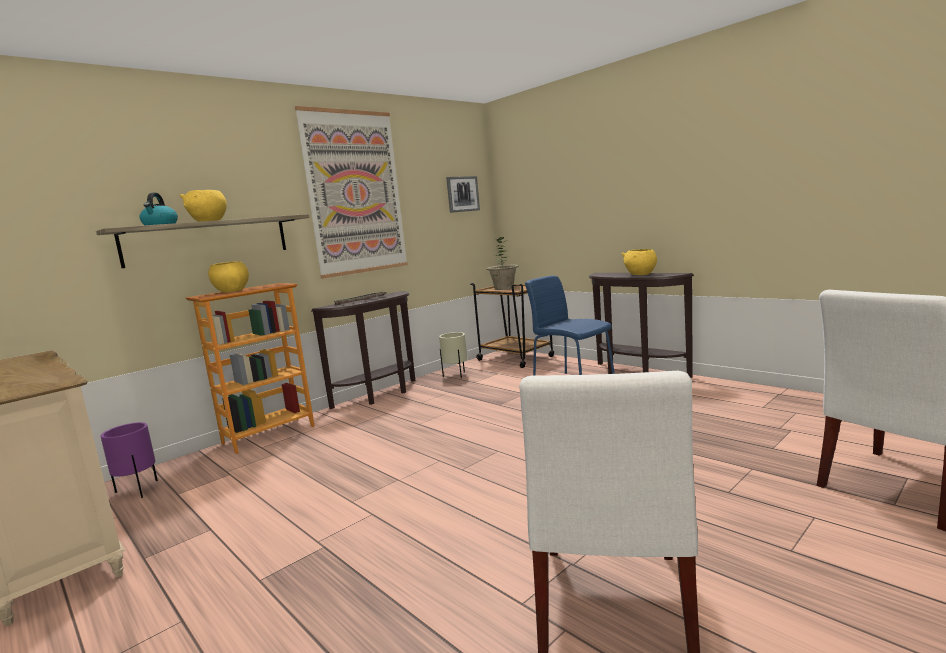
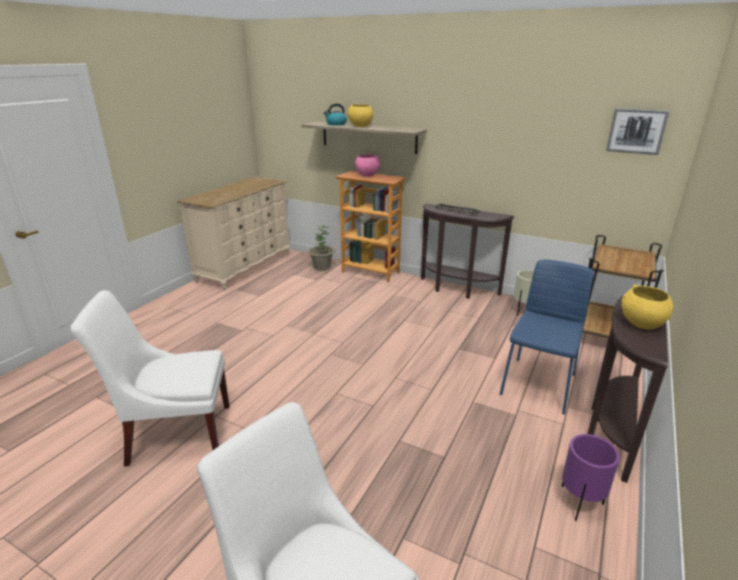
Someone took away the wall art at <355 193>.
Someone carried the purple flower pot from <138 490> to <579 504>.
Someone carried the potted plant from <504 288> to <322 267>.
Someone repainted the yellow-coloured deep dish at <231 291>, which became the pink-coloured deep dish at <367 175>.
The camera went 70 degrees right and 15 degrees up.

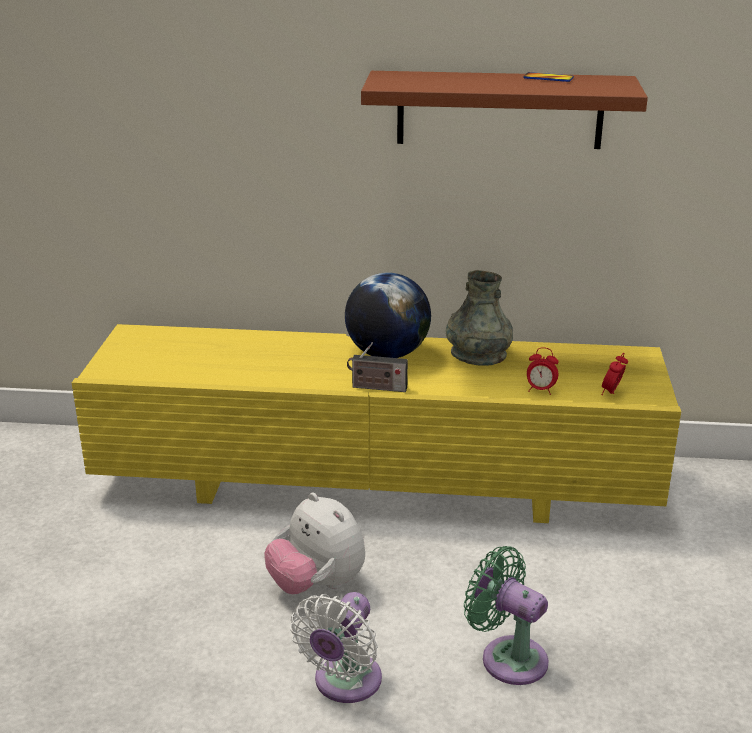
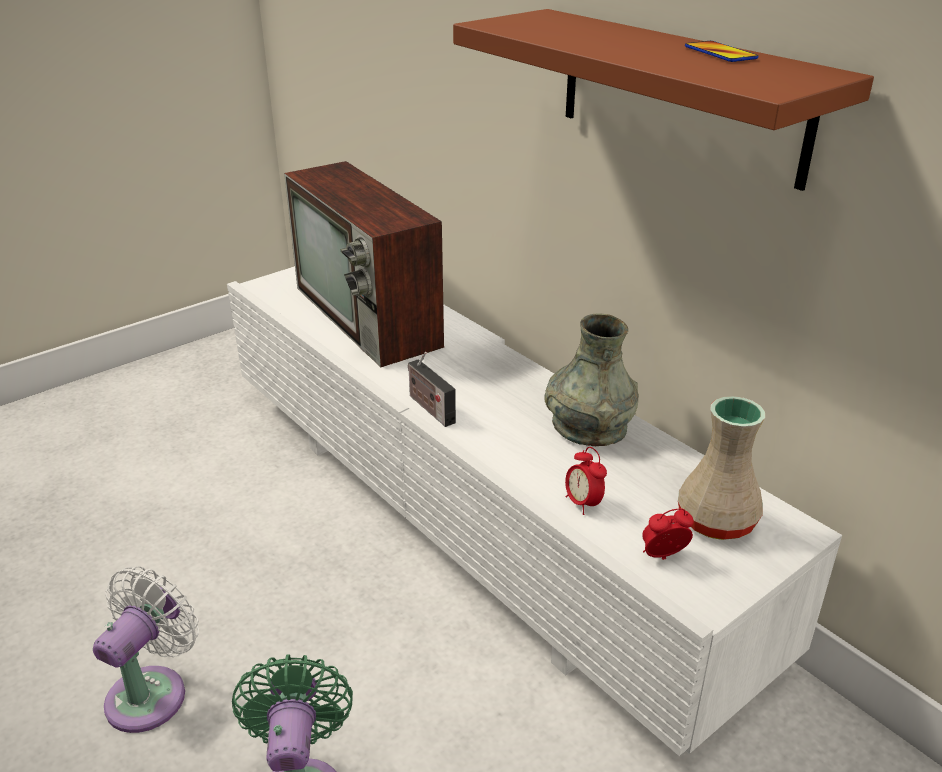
Someone took away the soft toy at <317 584>.
Someone took away the globe at <387 354>.
Someone put down the TV at <369 317>.
Someone put down the sand-coloured decorative vase at <714 521>.
Someone repainted the yellow-coloured tv unit at <376 480>, which became the whitish tv unit at <472 515>.
Someone rotated the whitish fan at <344 683> by 135 degrees clockwise.
The camera went 45 degrees right and 5 degrees up.

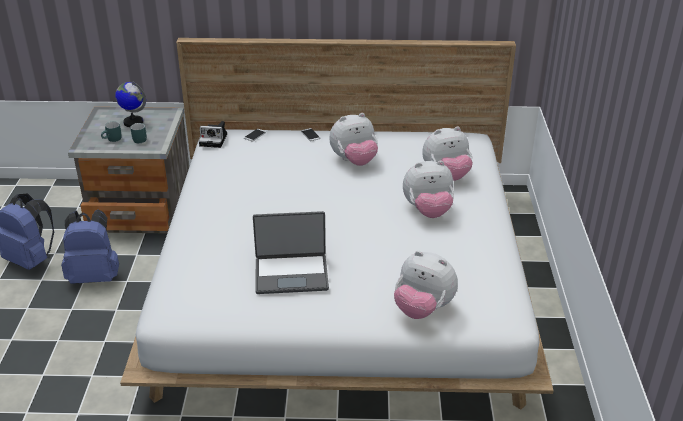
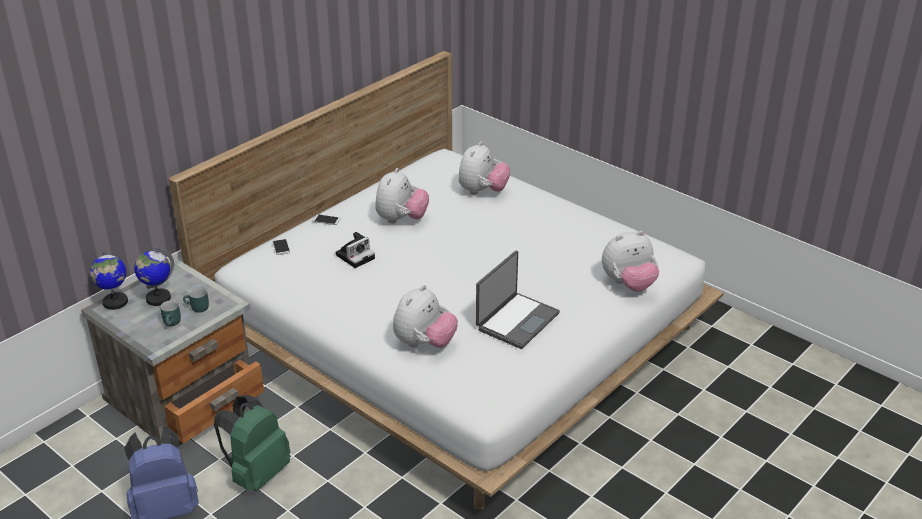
Someone put down the globe at <115 302>.
Someone carried the still camera from <214 140> to <356 256>.
Someone carried the soft toy from <428 211> to <424 343>.
Someone repainted the bluish rucksack at <95 276>, which became the green rucksack at <256 473>.
The camera went 50 degrees left and 0 degrees up.

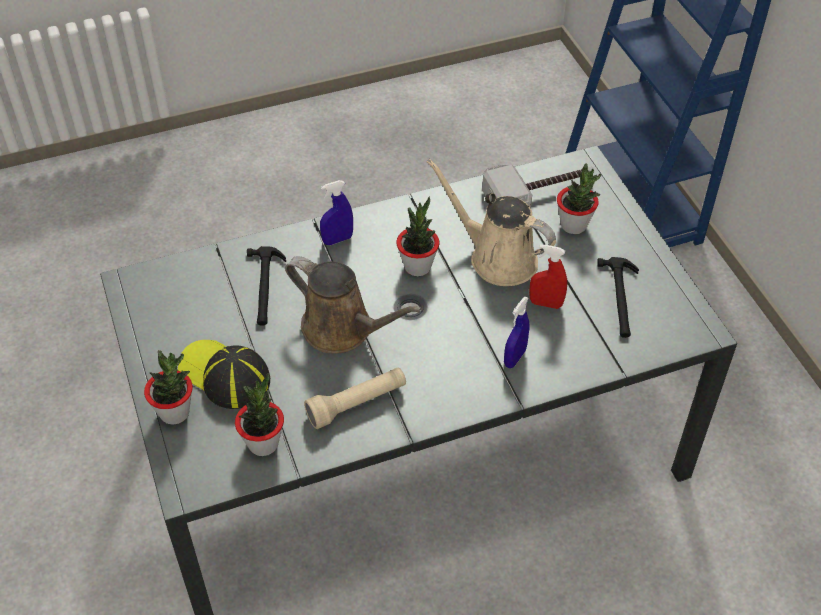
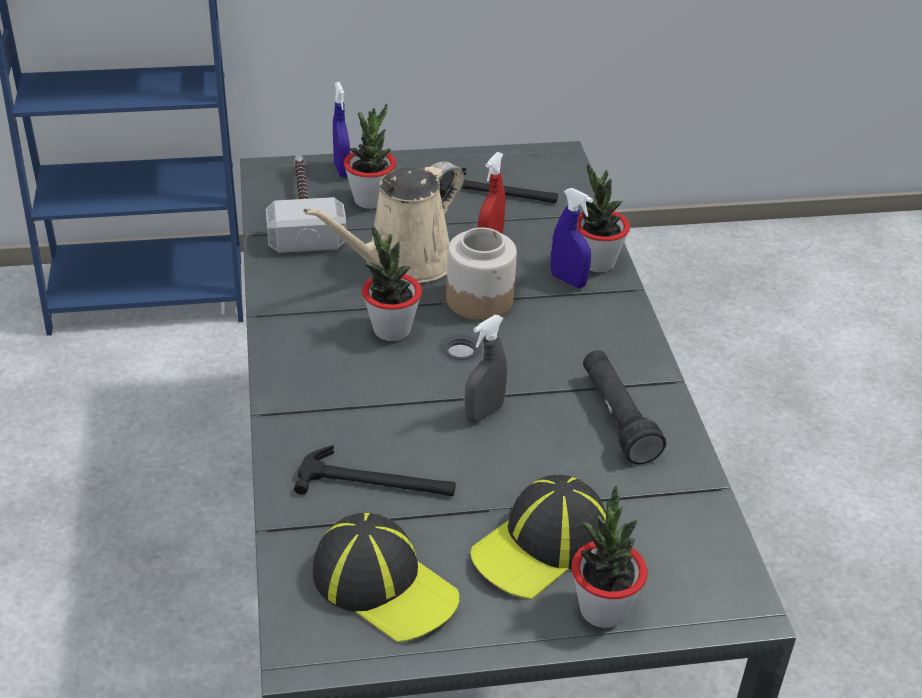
Someone put down the peaked cap at <384 585>.
Someone put down the storage jar at <480 299>.
Someone carried the potted plant from <263 443> to <597 262>.
Someone carried the bluish hand sprayer from <337 240> to <342 170>.
Someone swapped the brown-coloured watering can at <343 329> for the greyish hand sprayer at <484 413>.
Someone repainted the sand-coloured flashlight at <357 404>, which became the black flashlight at <617 418>.
The camera went 80 degrees left and 10 degrees down.

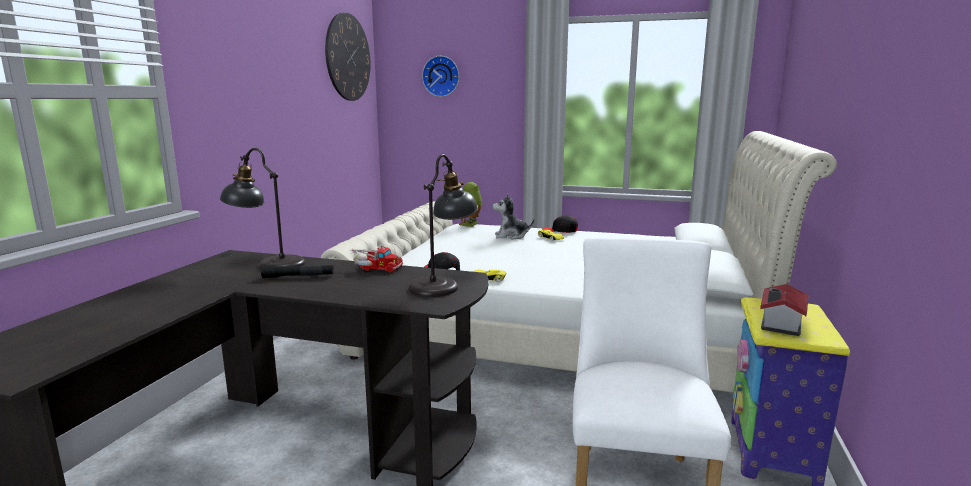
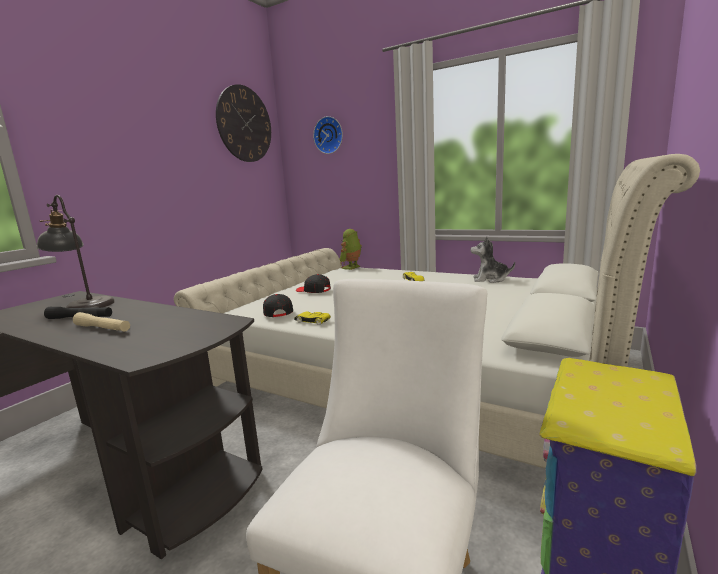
Someone took away the toy truck at <375 267>.
Someone took away the greyish tabletop lamp at <443 281>.
Someone took away the model house at <779 324>.
Someone put down the sand-coloured flashlight at <103 328>.
Someone carried the soft toy from <511 236> to <490 279>.
Someone carried the black peaked cap from <560 231> to <313 291>.
The camera went 15 degrees right and 0 degrees up.

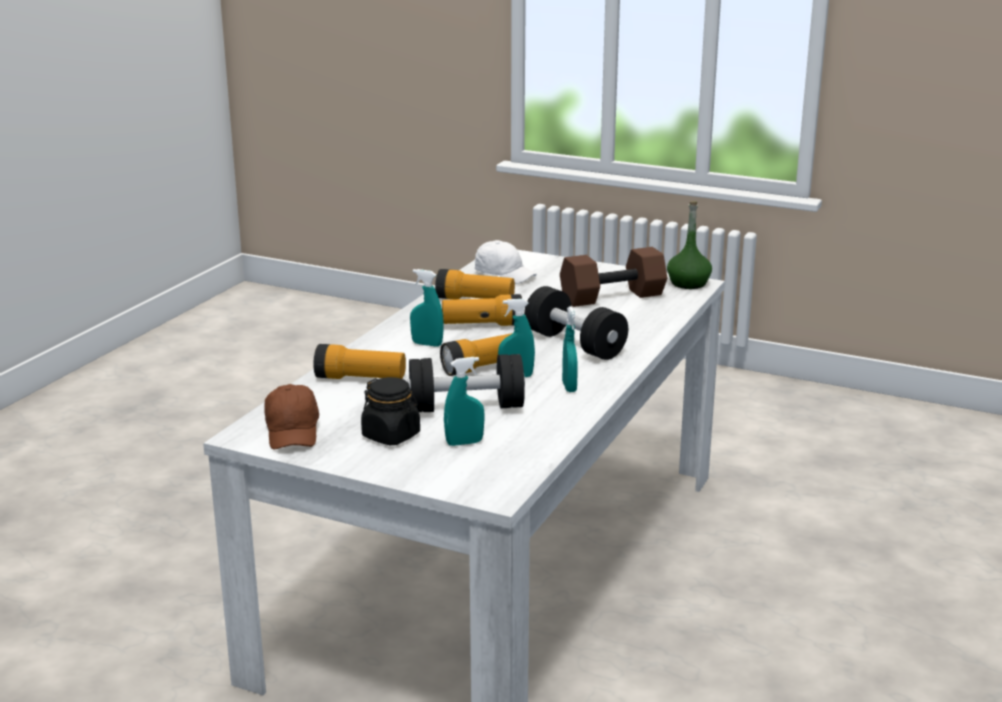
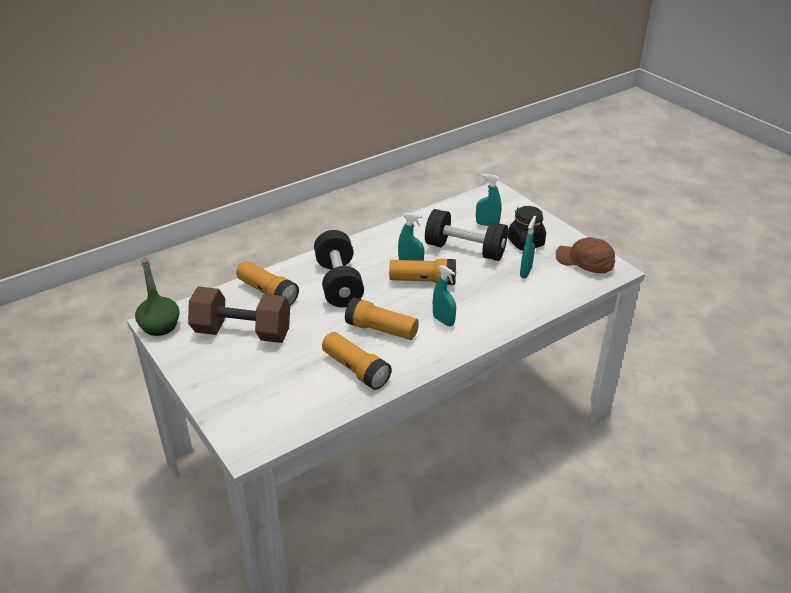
Someone took away the whitish peaked cap at <504 274>.
Someone carried the flashlight from <360 378> to <267 292>.
Someone carried the turquoise hand sprayer from <569 387> to <525 272>.
Someone rotated the brown-coloured peaked cap at <293 432> by 75 degrees counterclockwise.
The camera went 150 degrees left and 15 degrees up.

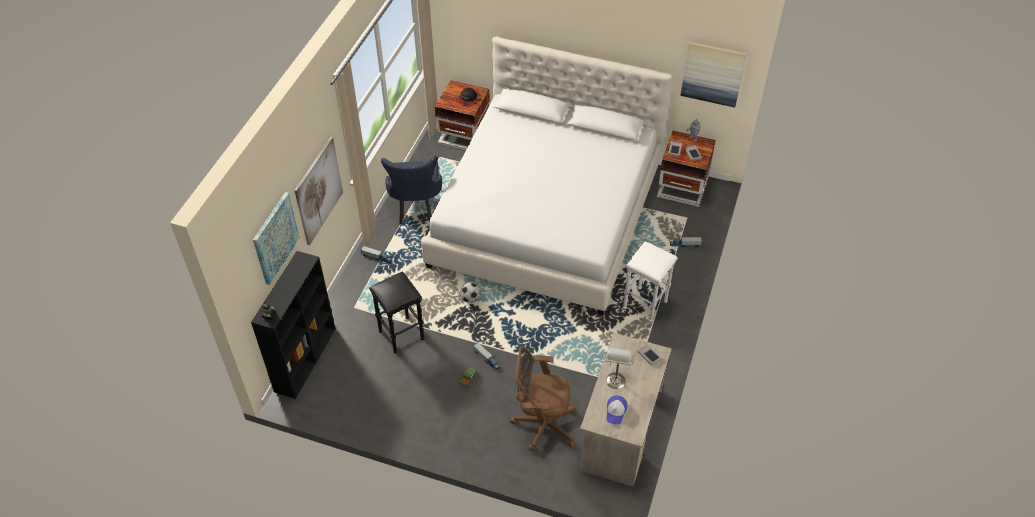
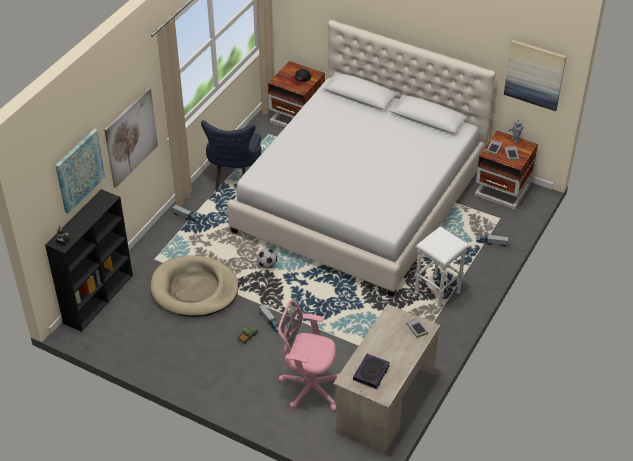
Someone took away the whitish tabletop lamp at <615 377>.
Someone swapped the black stool seat at <402 335> for the sand-coloured dog cushion at <194 289>.
Someone swapped the peaked cap at <616 411> for the volume at <371 373>.
Someone repainted the brown-coloured computer chair at <542 424>, which became the pink-coloured computer chair at <309 387>.
The camera went 10 degrees right and 5 degrees down.

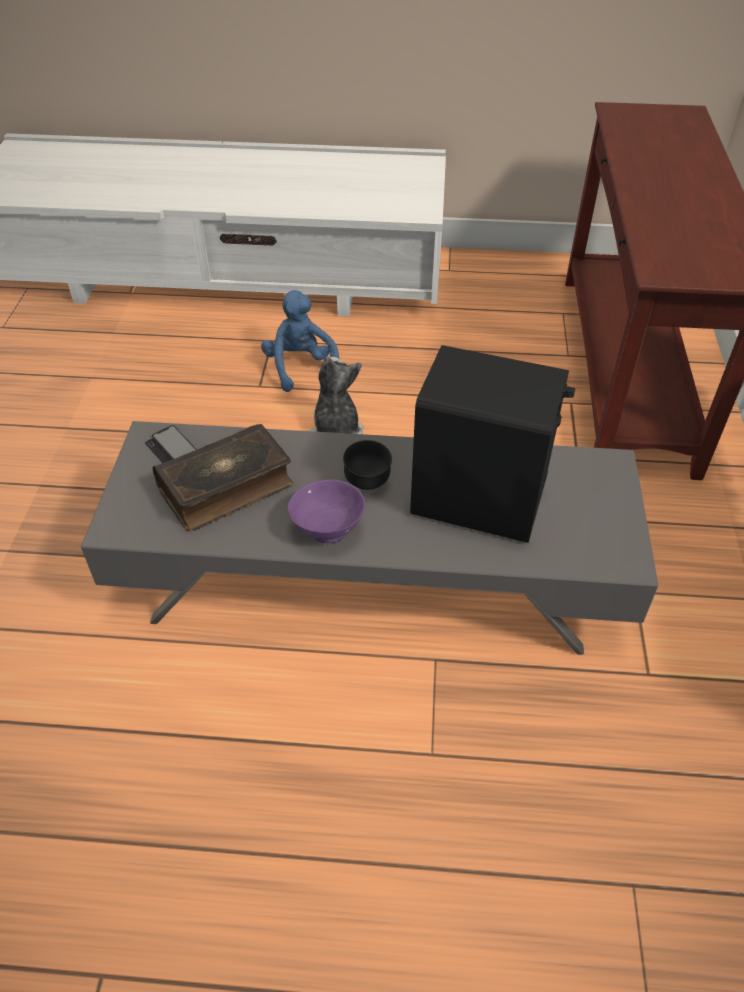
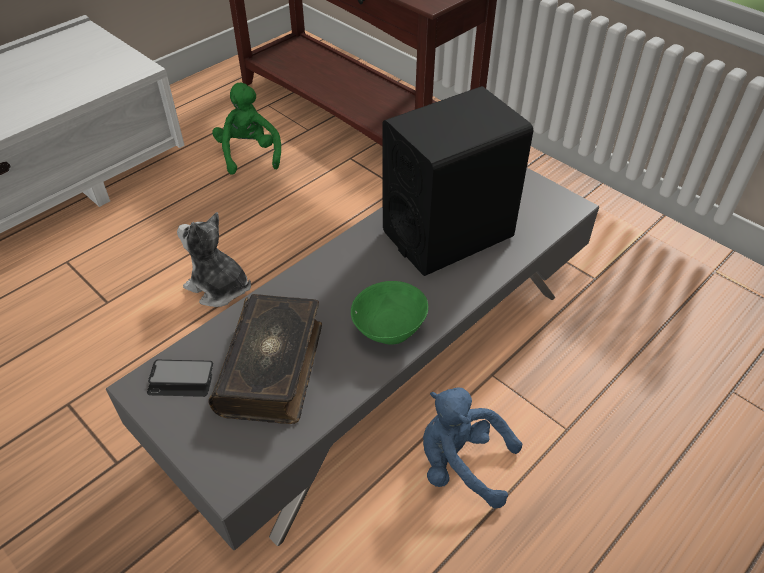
Someone took away the black deep dish at <367 483>.
Someone put down the green soft toy at <249 154>.
Someone carried the bluish soft toy from <300 367> to <461 464>.
Someone repainted the purple deep dish at <328 528>, which became the green deep dish at <388 330>.
The camera went 50 degrees left and 0 degrees up.

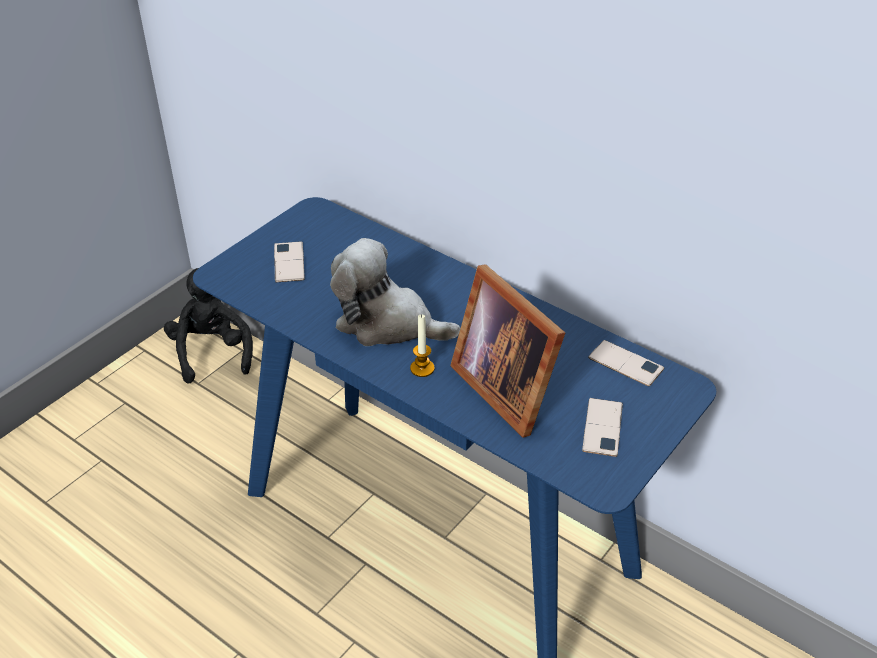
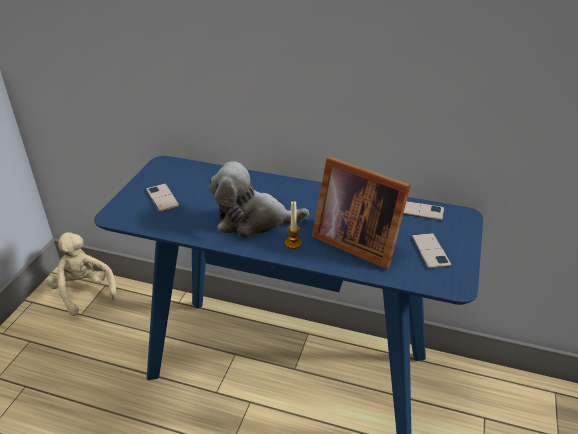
Someone repainted the black soft toy at <212 352>, which became the sand-coloured soft toy at <83 291>.
The camera went 20 degrees left and 5 degrees down.

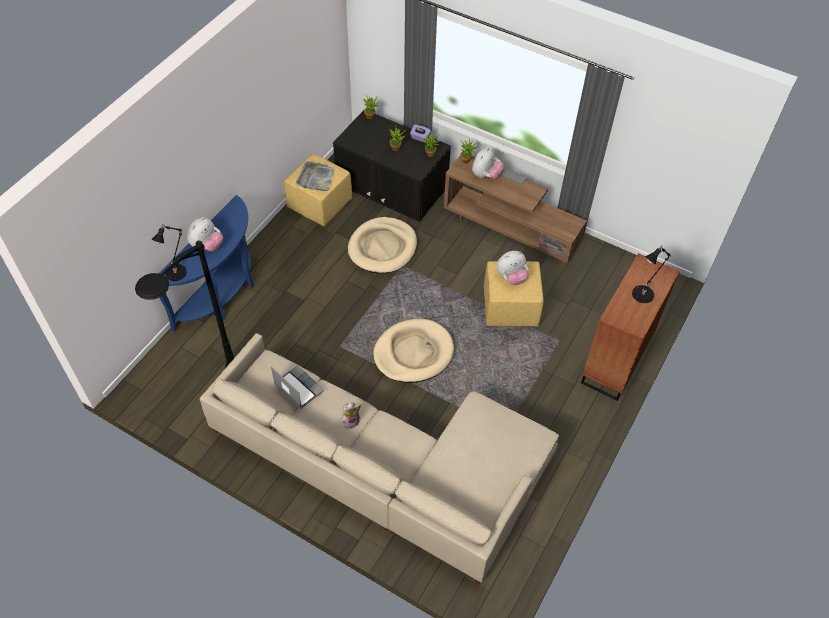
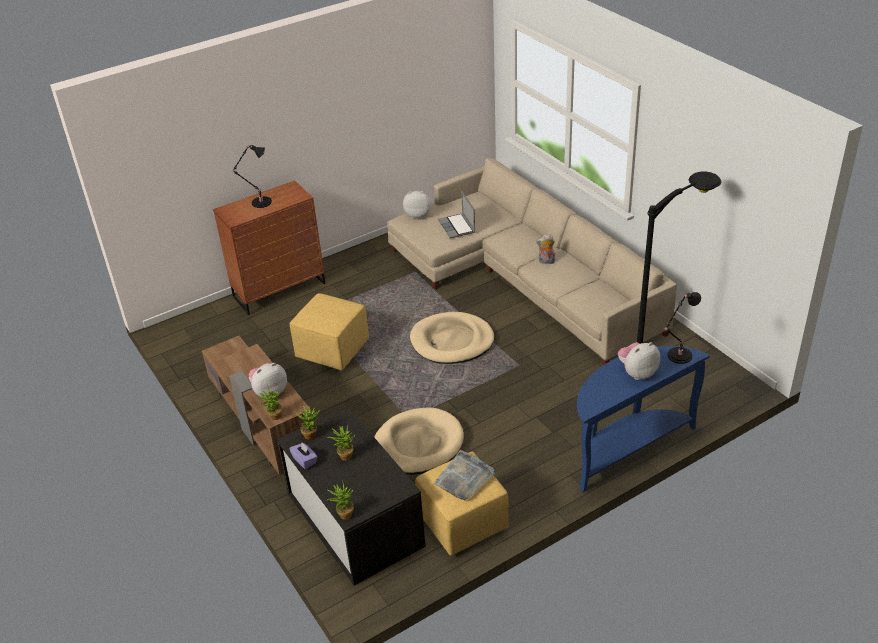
Someone carried the laptop from <298 388> to <457 227>.
Someone carried the soft toy from <511 277> to <418 214>.
The camera went 150 degrees left and 15 degrees down.

